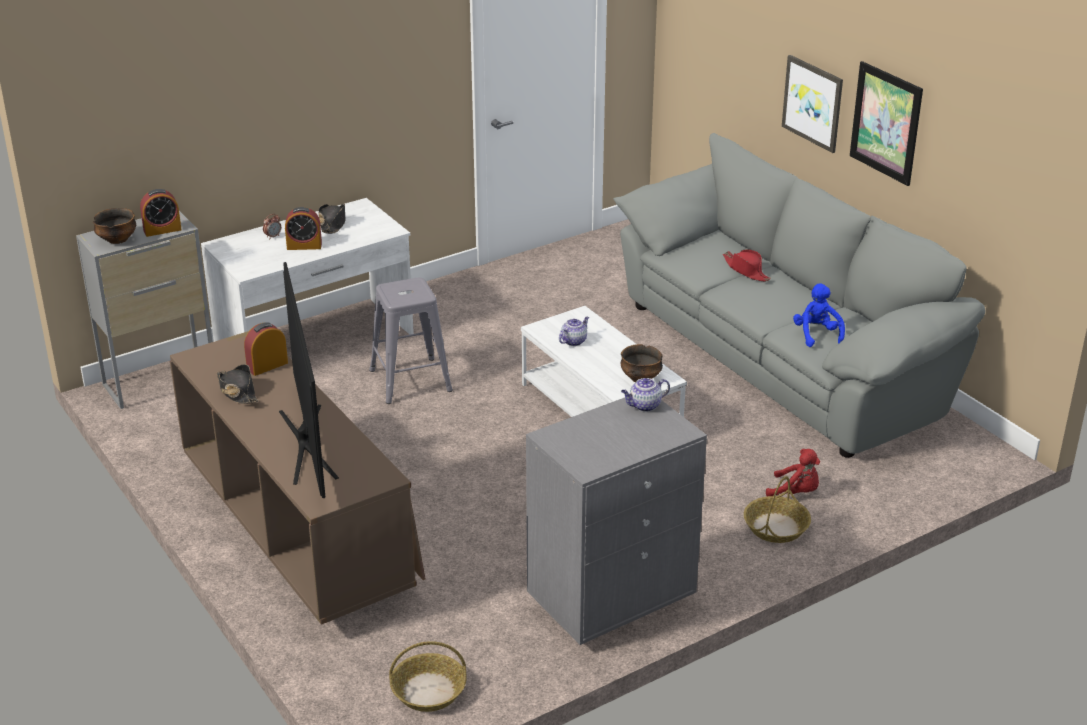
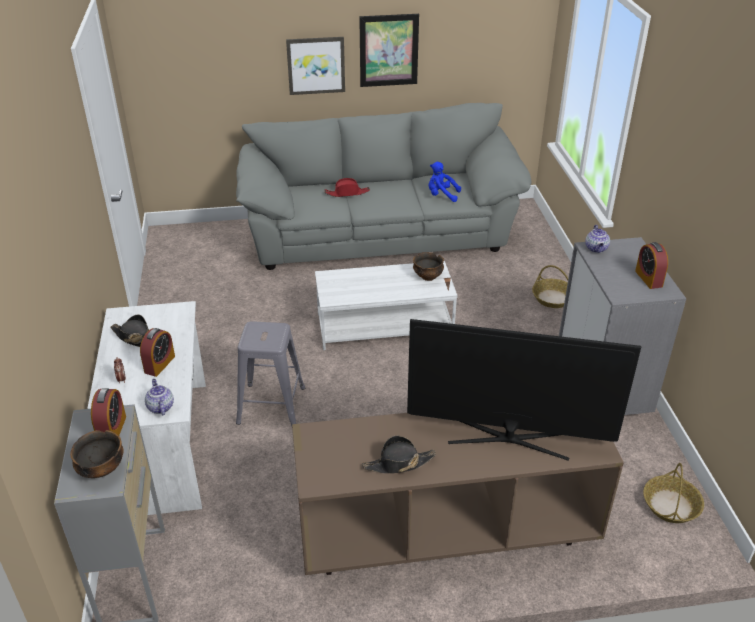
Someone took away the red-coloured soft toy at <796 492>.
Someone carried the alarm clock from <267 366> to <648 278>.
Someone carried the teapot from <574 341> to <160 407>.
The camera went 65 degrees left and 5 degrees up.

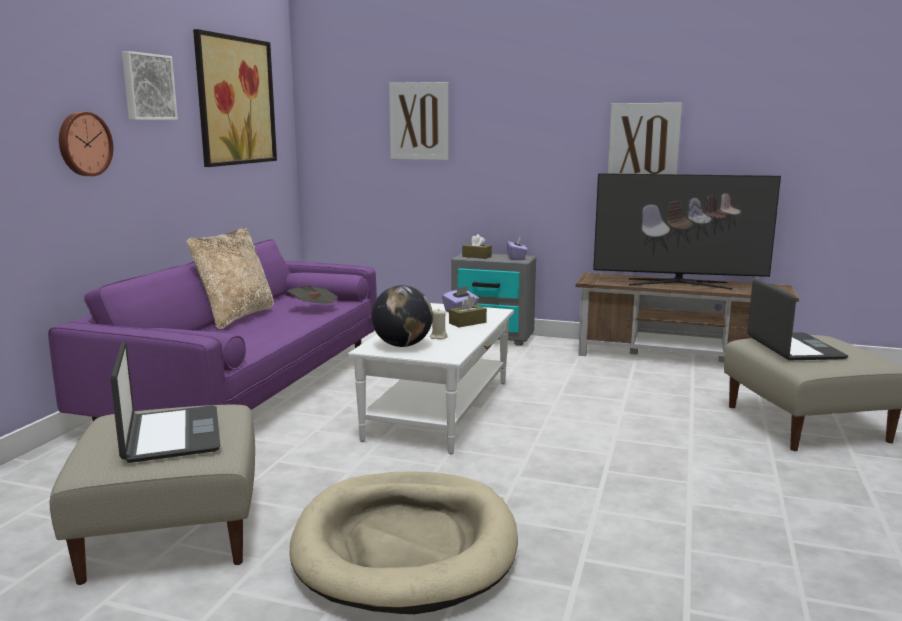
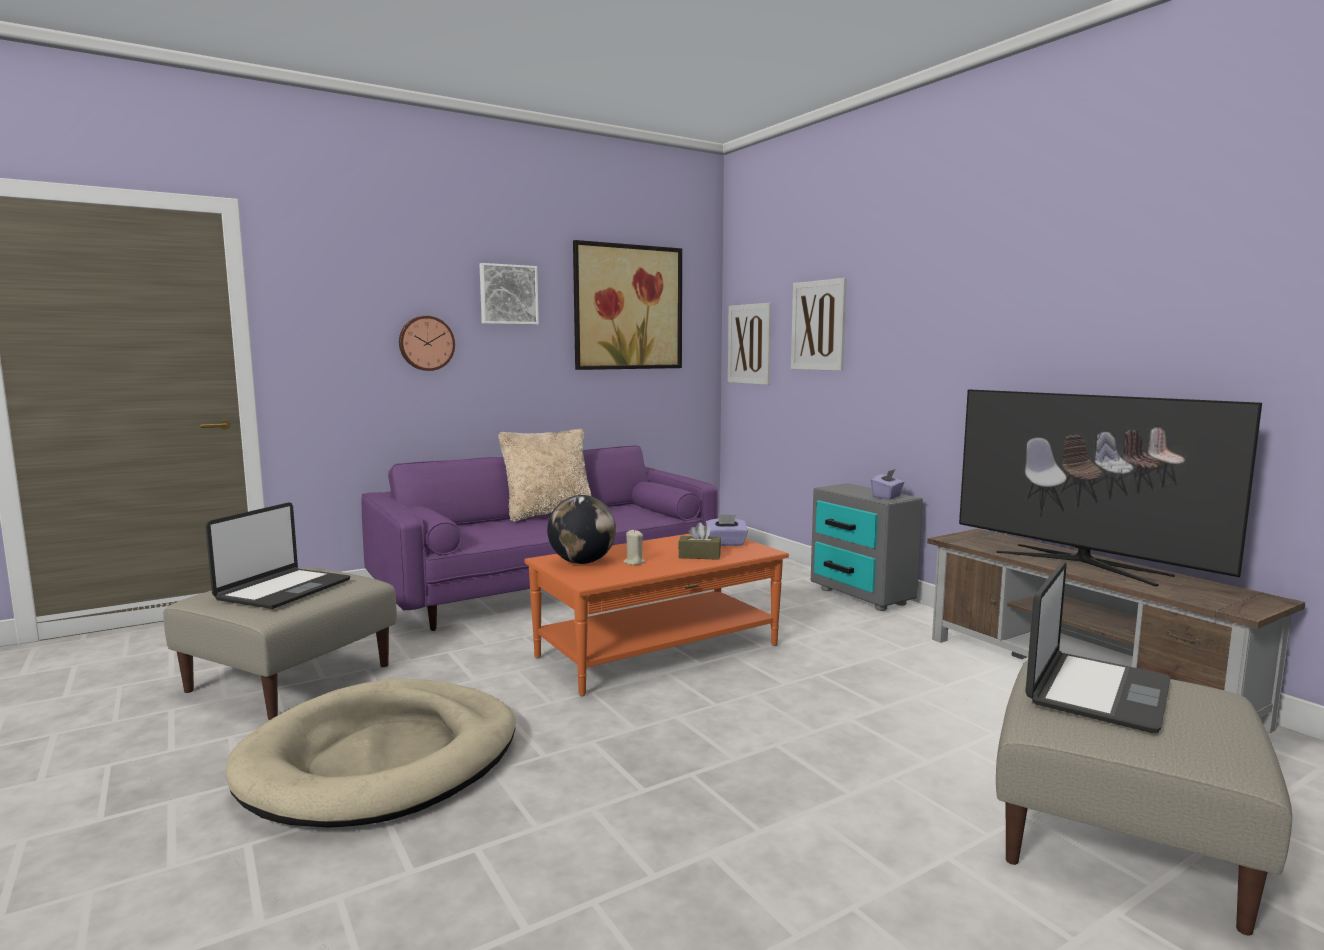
Someone took away the printed paper at <315 309>.
Someone took away the brown-coloured tissue holder at <476 256>.
Someone carried the wall art from <643 145> to <749 344>.
Someone repainted the whitish lounge table at <440 409>, which became the orangey lounge table at <659 651>.
The camera went 40 degrees right and 5 degrees down.

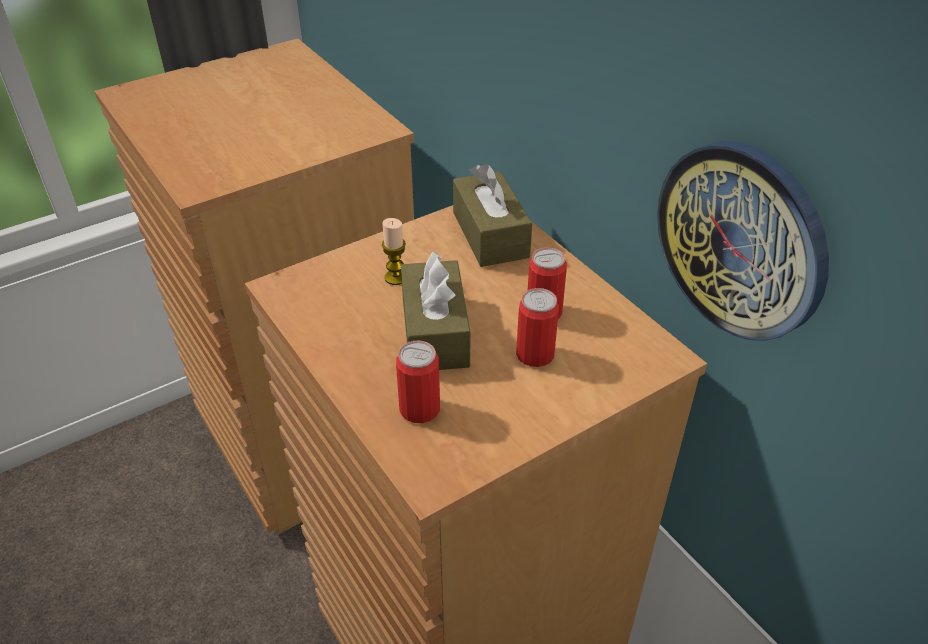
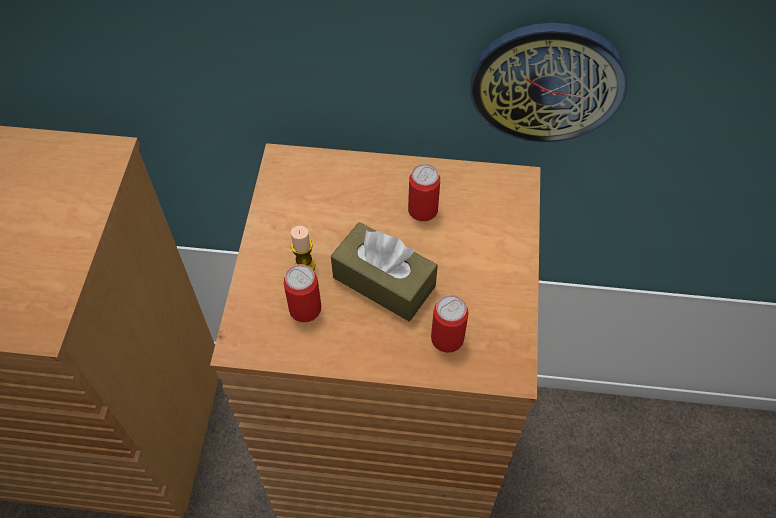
Someone took away the brown-coloured tissue holder at <490 234>.
Someone carried the sealed can from <535 354> to <305 309>.
The camera went 50 degrees left and 15 degrees up.

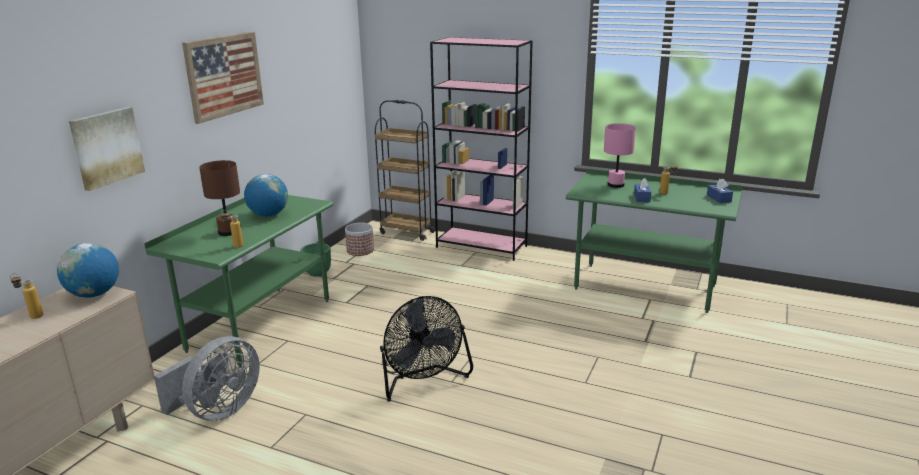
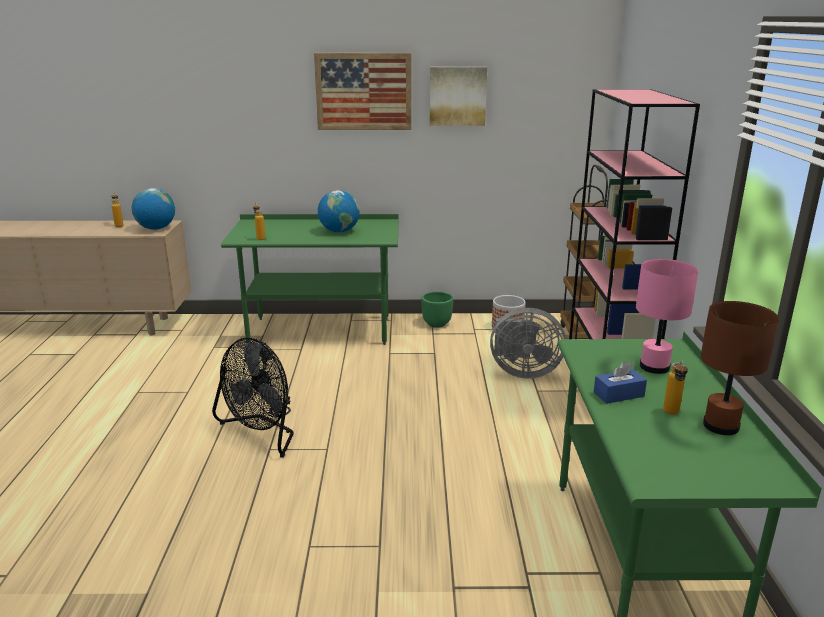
Someone took away the bluish tissue holder at <719 198>.
Someone carried the wall art from <106 147> to <457 96>.
Someone carried the greyish fan from <218 411> to <522 372>.
Someone carried the brown-coloured tabletop lamp from <228 232> to <721 426>.
The camera went 65 degrees right and 0 degrees up.

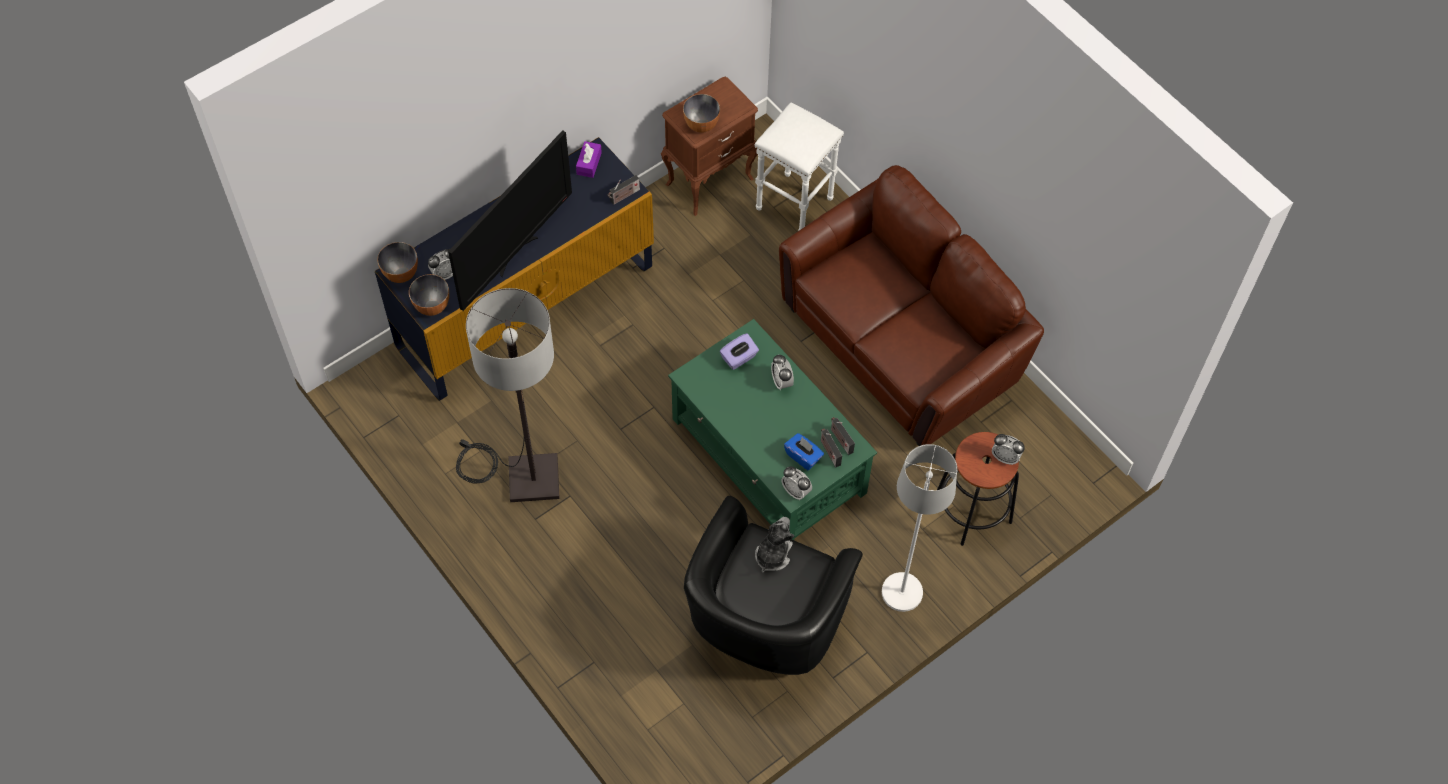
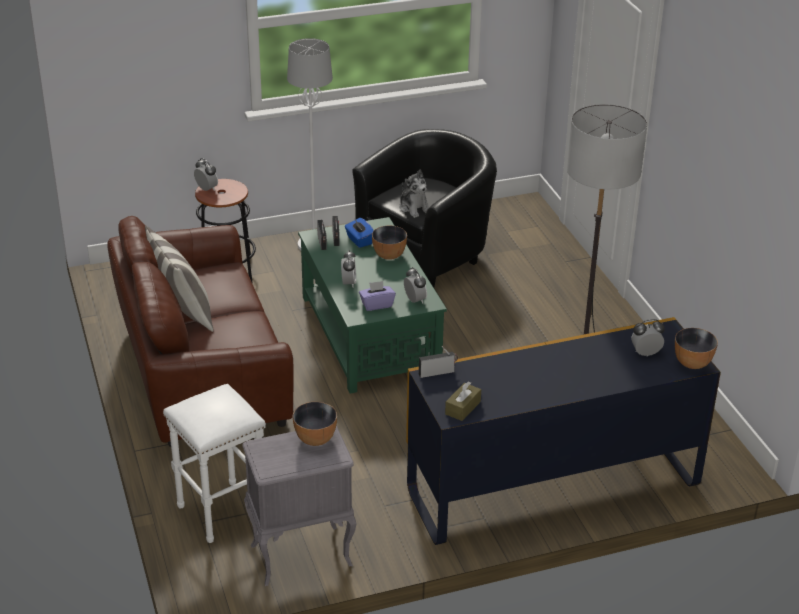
Someone took away the TV at <515 253>.
Someone put down the cushion at <182 313>.
Someone carried the deep dish from <432 306> to <389 255>.
Someone carried the alarm clock from <796 491> to <415 300>.
Someone repainted the purple tissue holder at <589 163>, which became the brown-coloured tissue holder at <463 408>.
Someone repainted the brown-coloured bedside table at <709 181>, which became the greyish bedside table at <300 556>.
Someone rotated the soft toy at <772 554> by 75 degrees counterclockwise.
The camera went 160 degrees left and 25 degrees down.

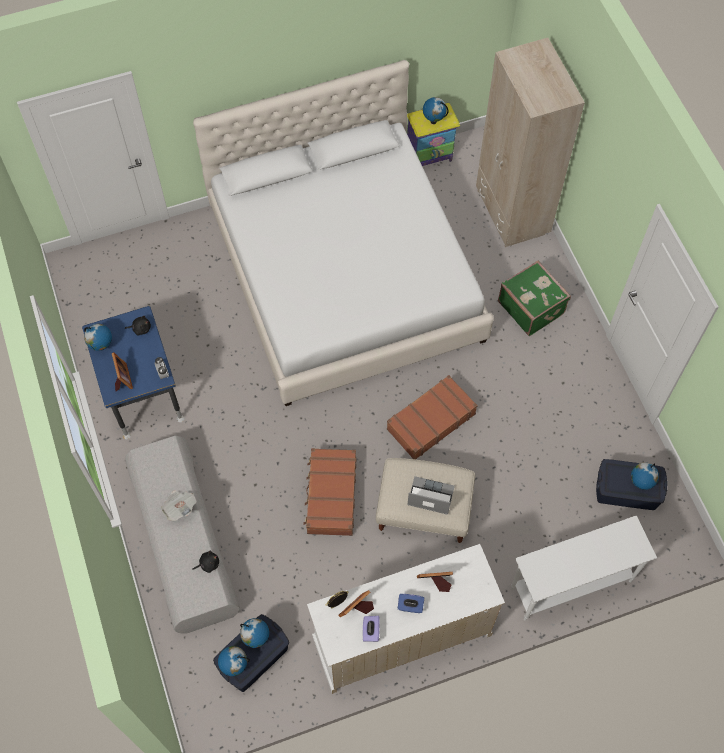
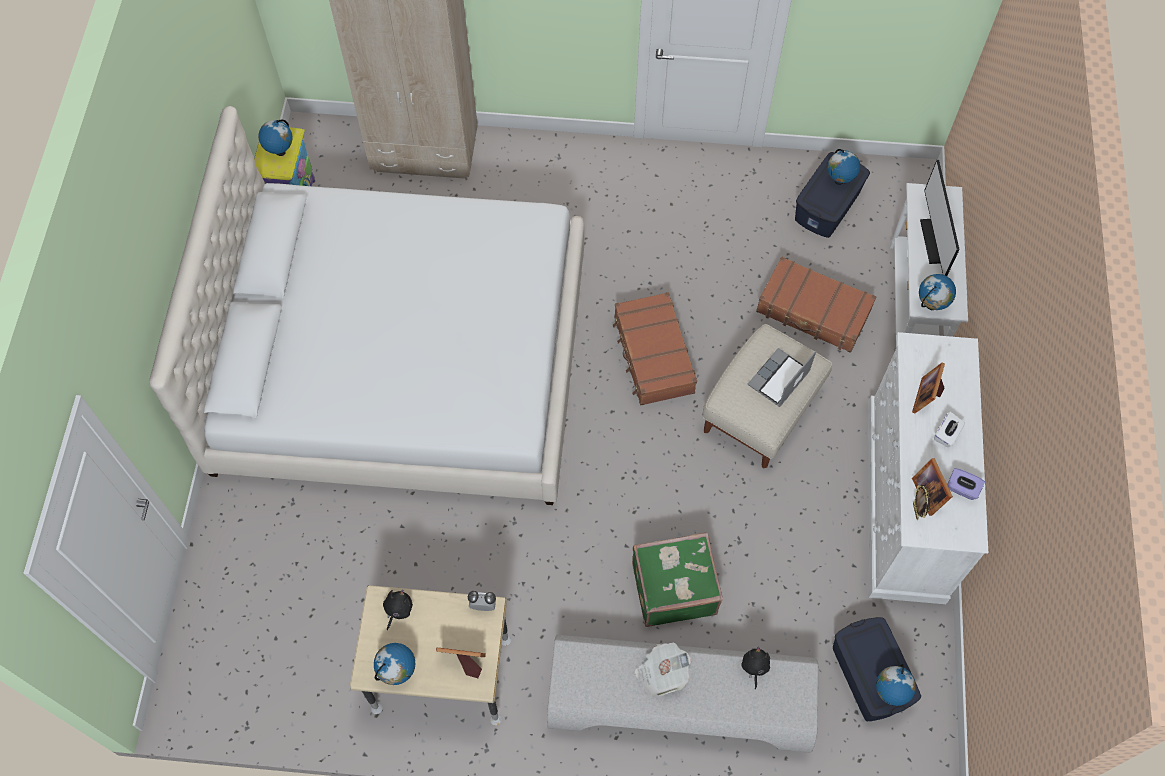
Someone put down the monitor at <936 241>.
Someone carried the globe from <256 638> to <931 305>.
Someone carried the brown-coloured suitcase from <331 496> to <813 312>.
Someone carried the green suitcase from <531 307> to <673 587>.
Someone repainted the bluish desk unit at <142 392>, which became the sand-coloured desk unit at <441 674>.
Someone repainted the bluish tissue holder at <410 606>, which became the whitish tissue holder at <946 434>.
The camera went 65 degrees left and 0 degrees up.

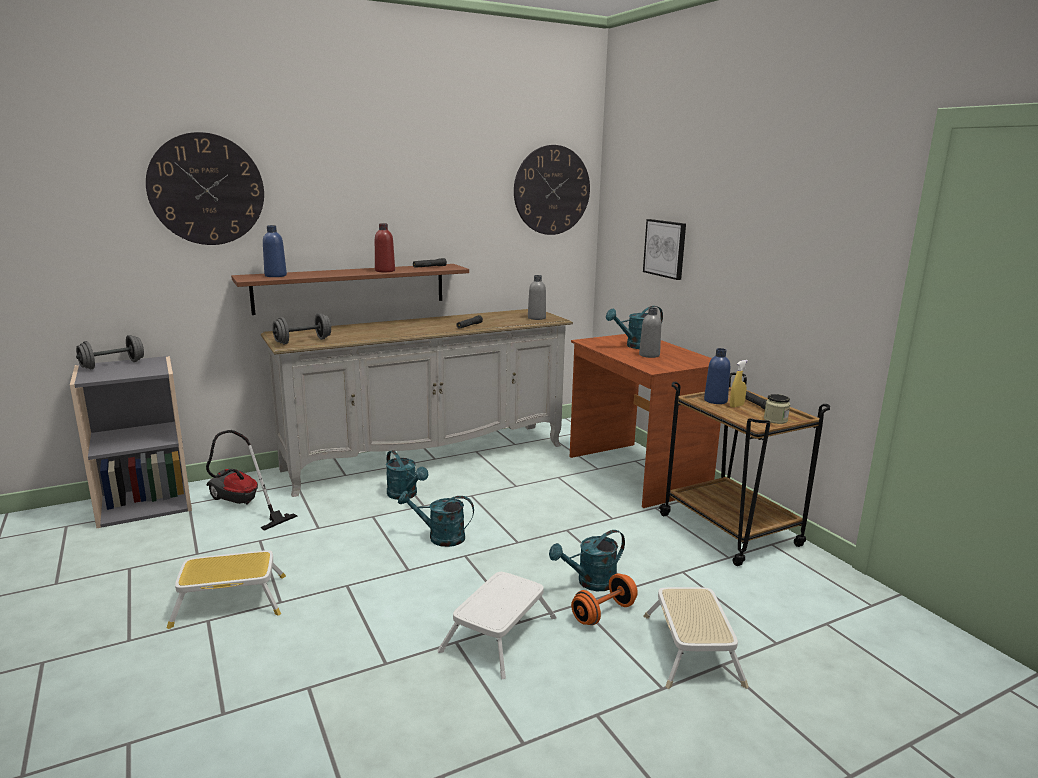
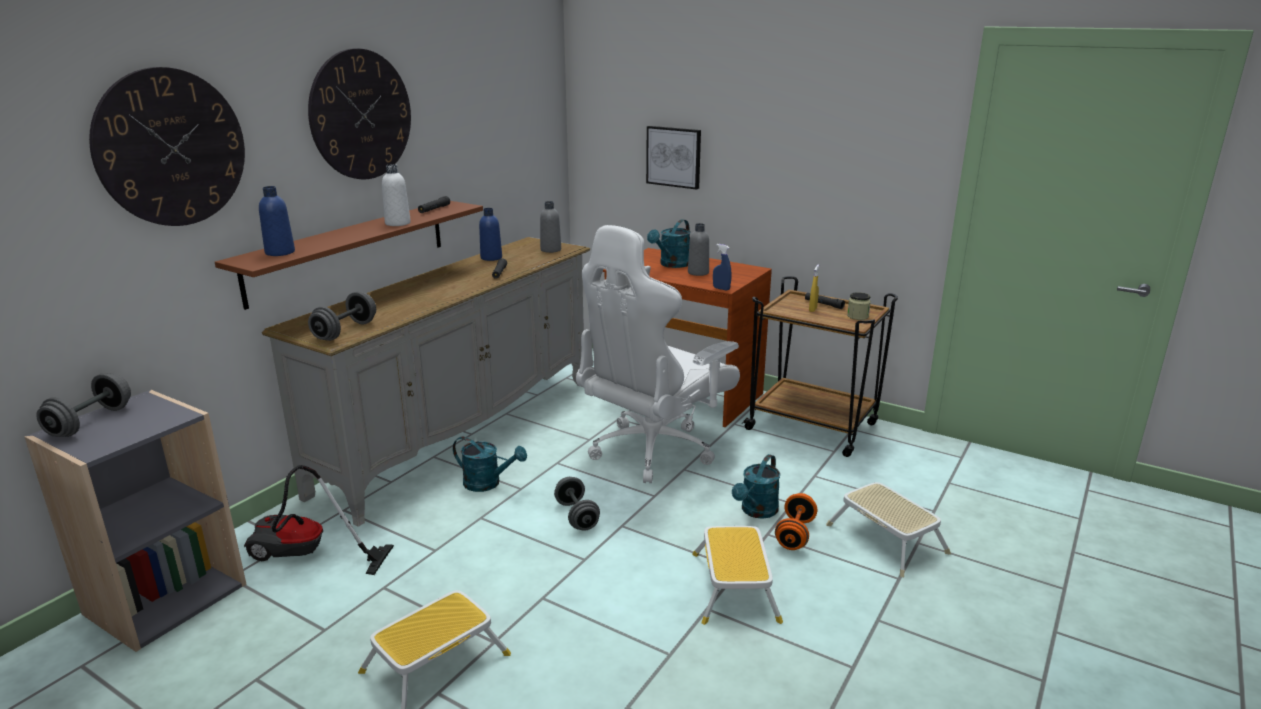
Someone put down the whitish computer chair at <656 448>.
Someone put down the bluish hand sprayer at <721 289>.
Someone carried the wall clock from <552 190> to <361 115>.
Someone carried the bluish beverage bottle from <715 401> to <491 258>.
Someone swapped the turquoise watering can at <440 537> for the greyish free weight at <577 516>.
Someone repainted the red-coloured beverage bottle at <385 271>, which became the whitish beverage bottle at <398 223>.
Someone repainted the whitish step stool at <498 634>, which became the yellow-coloured step stool at <734 586>.
The camera went 30 degrees left and 5 degrees up.

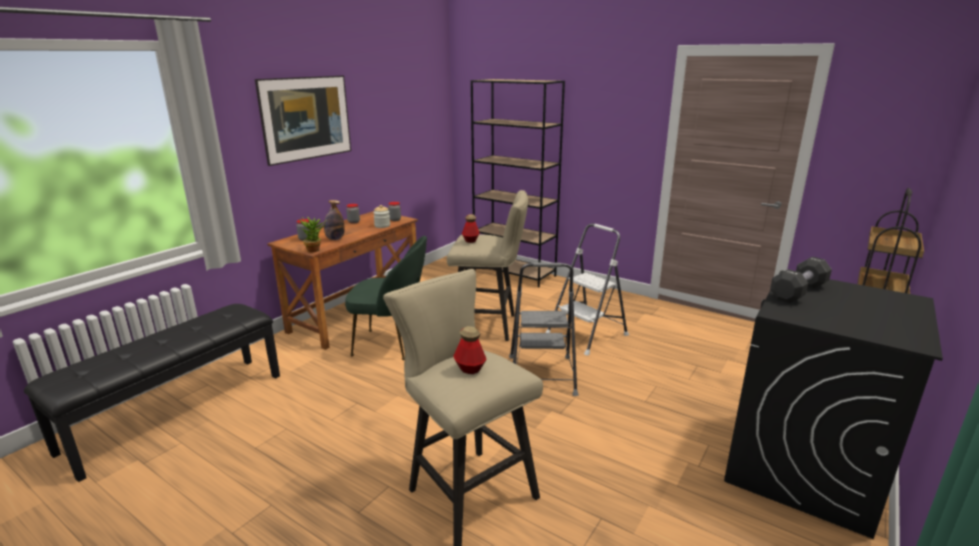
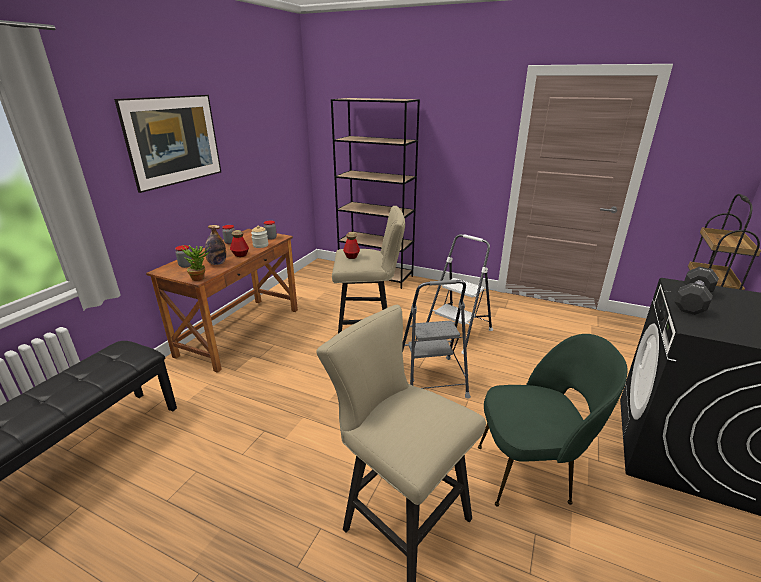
Someone carried the green upright chair from <392 345> to <530 474>.
Someone carried the beverage bottle from <470 368> to <240 255>.
The camera went 10 degrees left and 5 degrees up.

